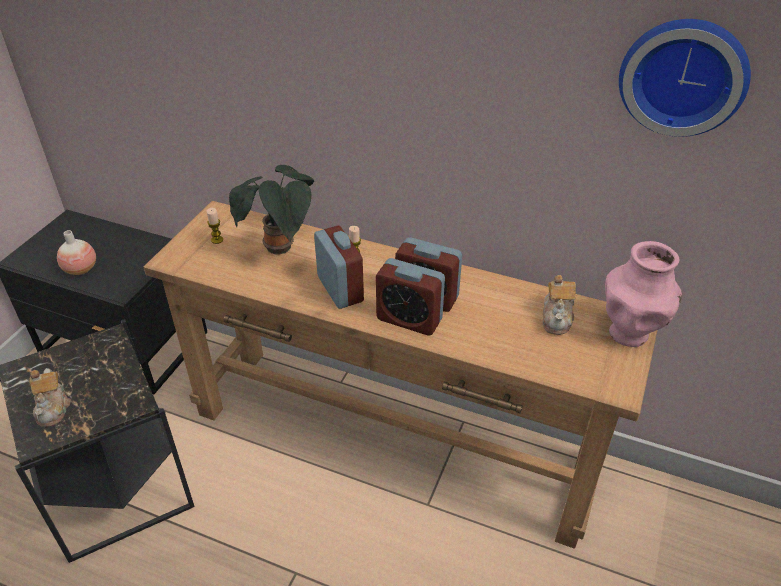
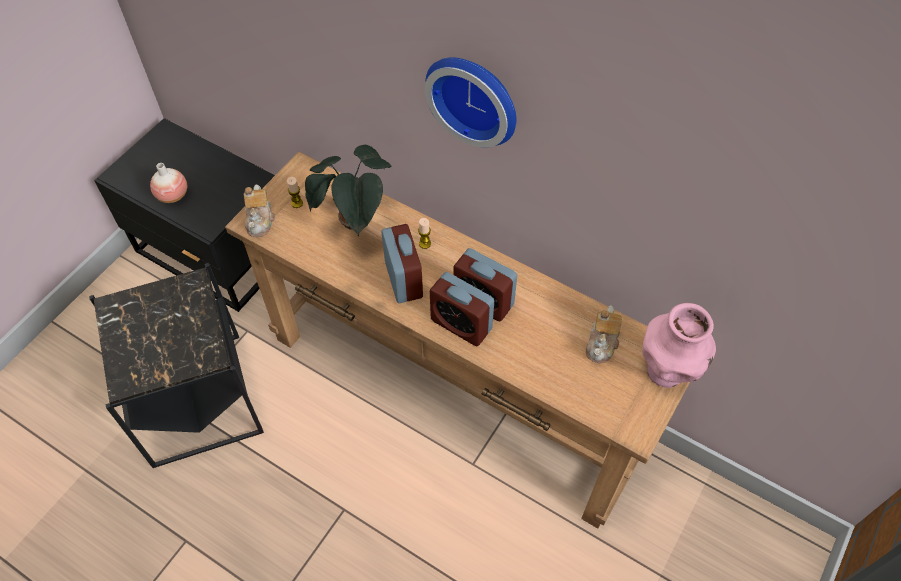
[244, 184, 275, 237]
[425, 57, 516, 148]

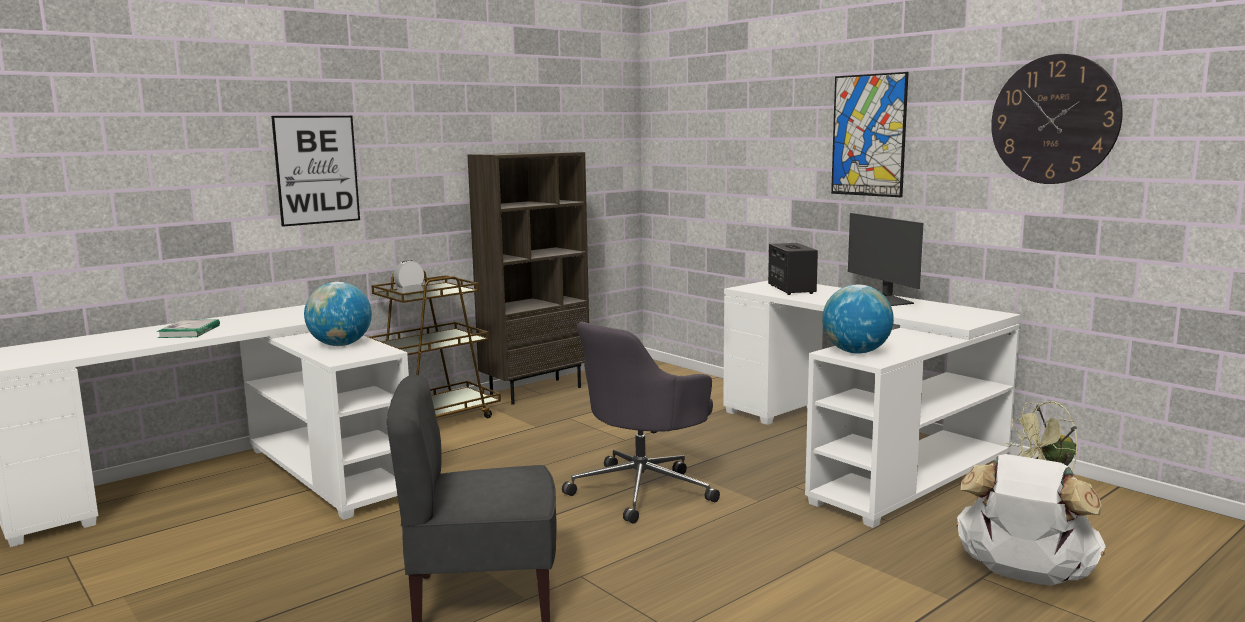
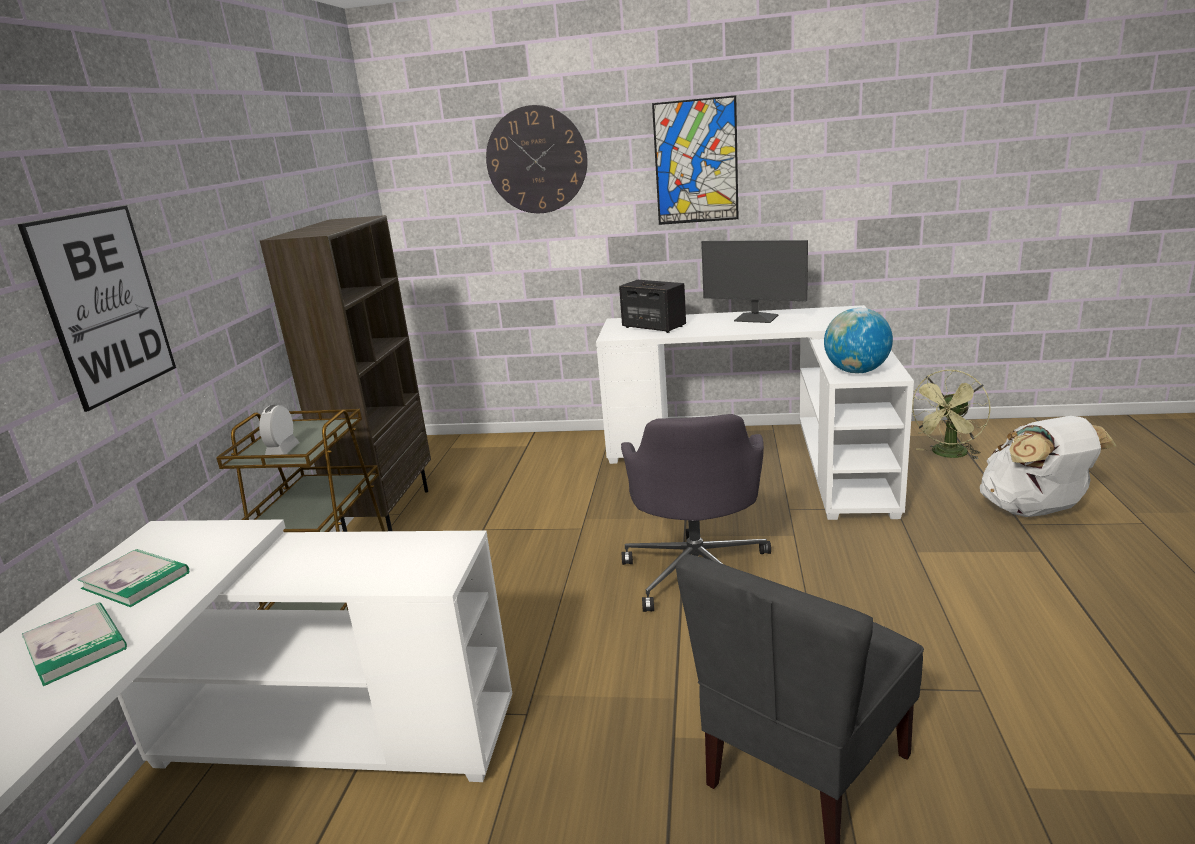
[304, 282, 372, 346] (first image)
[77, 549, 189, 607]
[486, 105, 588, 213]

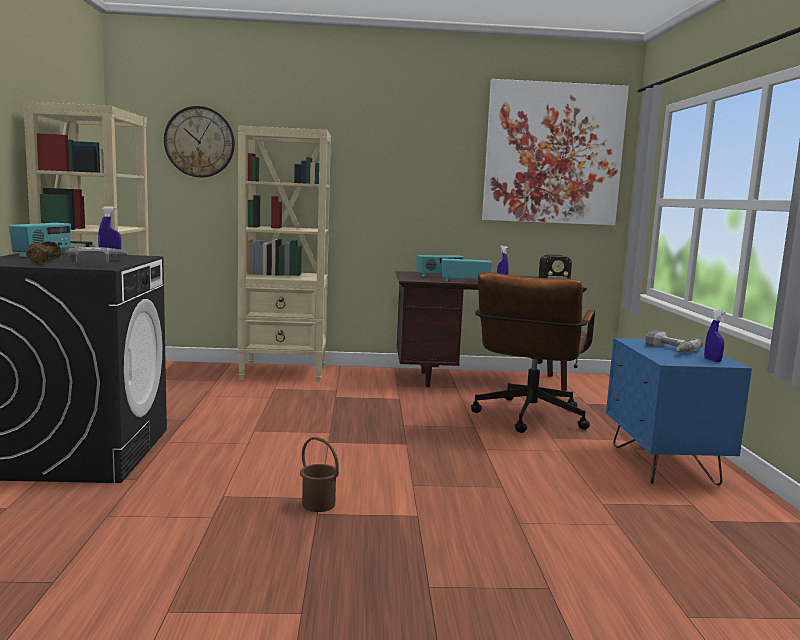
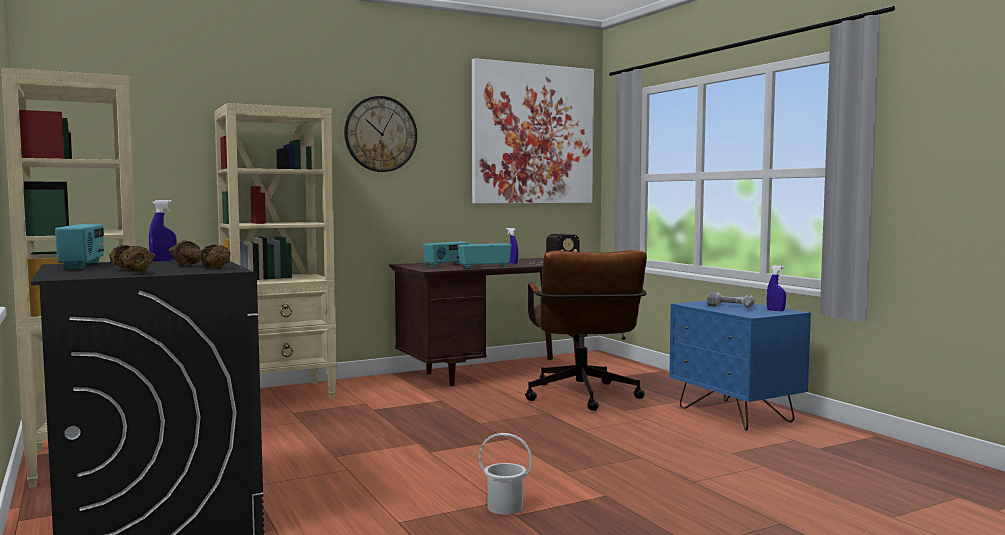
[344, 96, 417, 172]
[169, 240, 231, 268]
[479, 433, 532, 515]

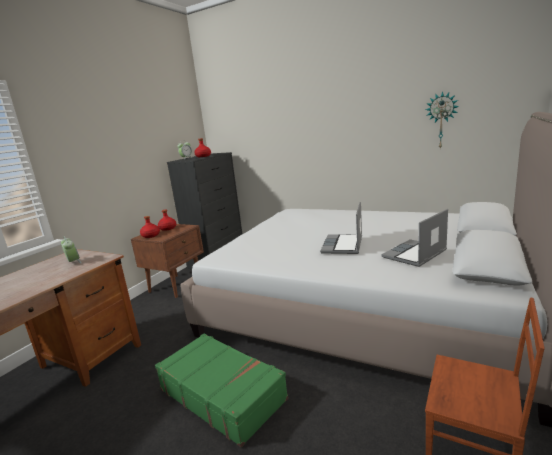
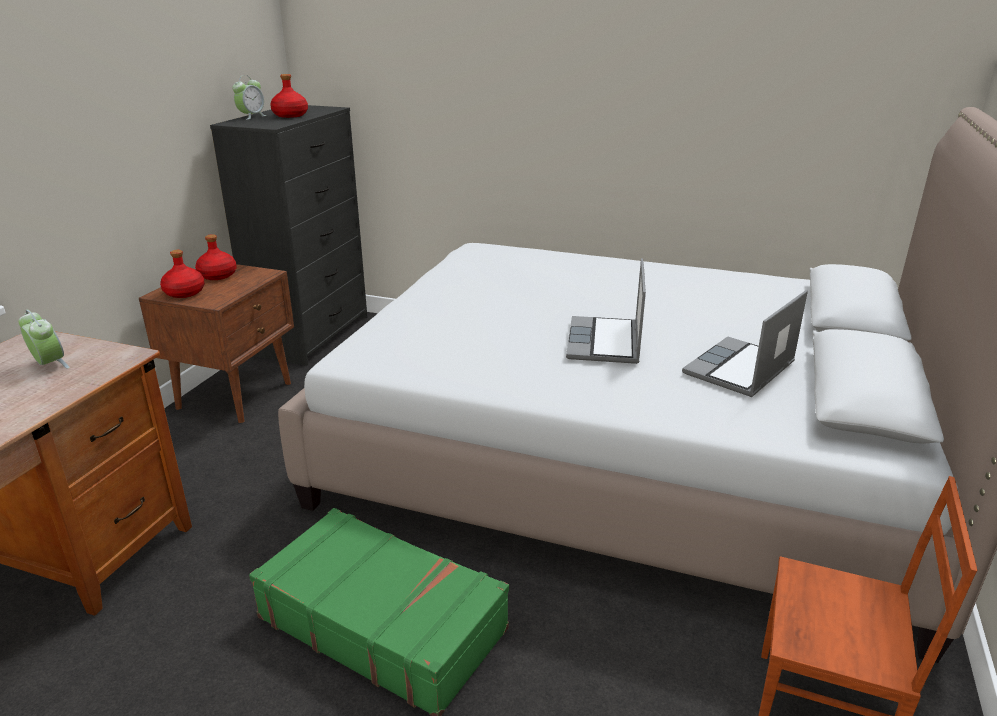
[426, 91, 459, 150] (first image)

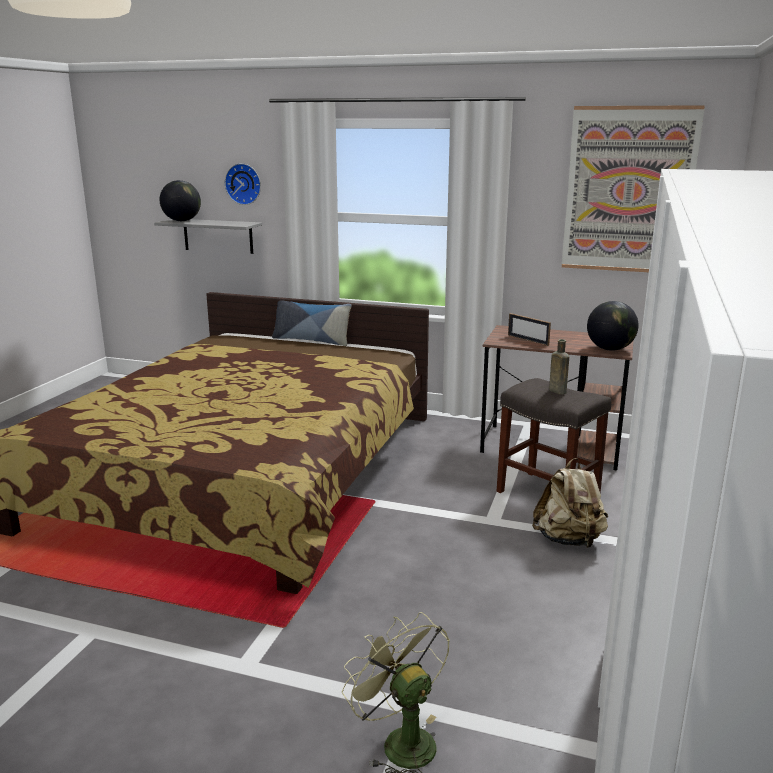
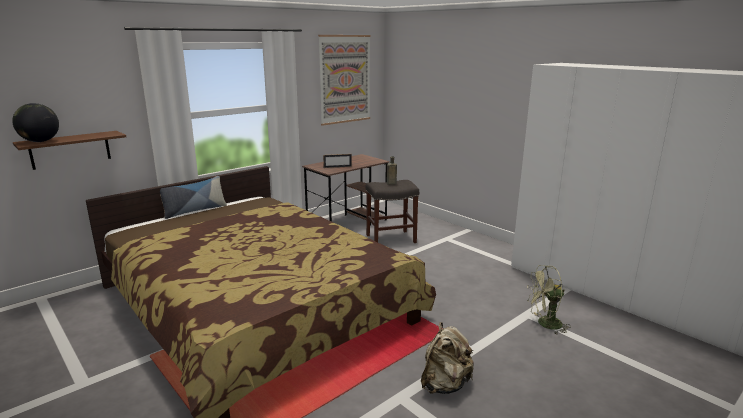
[225, 163, 261, 205] (first image)
[587, 301, 639, 351] (first image)
[421, 322, 474, 394]
[13, 131, 126, 170]

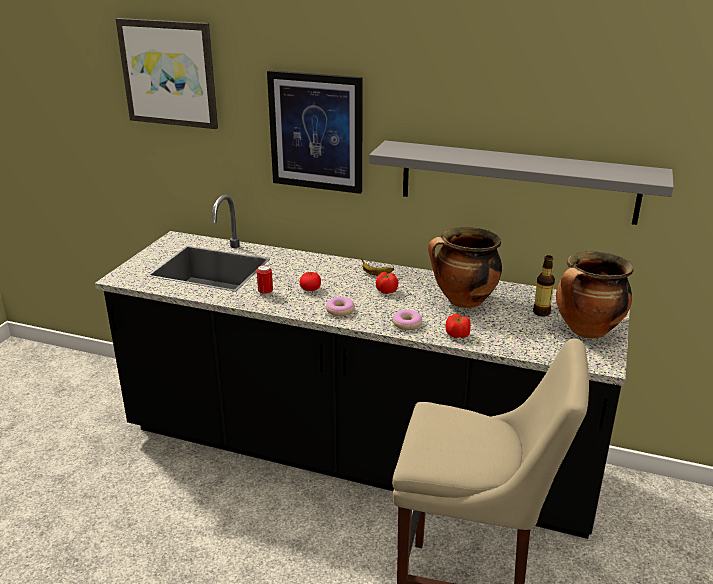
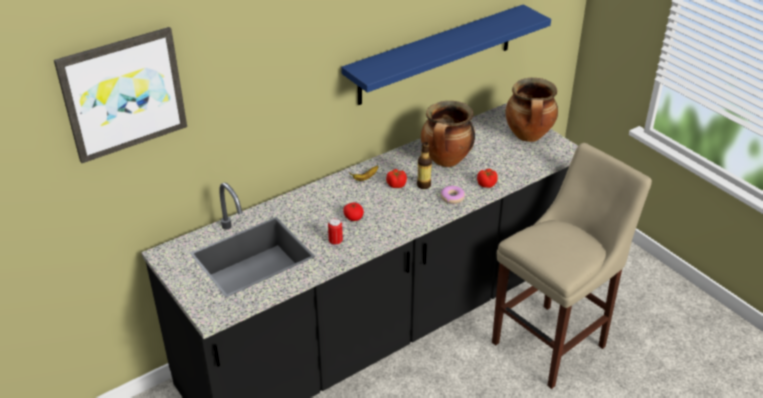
[267, 70, 363, 194] (first image)
[326, 297, 355, 316] (first image)
[417, 142, 432, 189]
[341, 5, 551, 105]

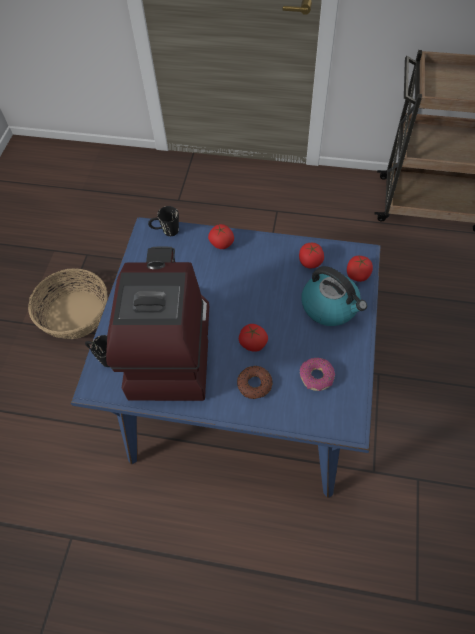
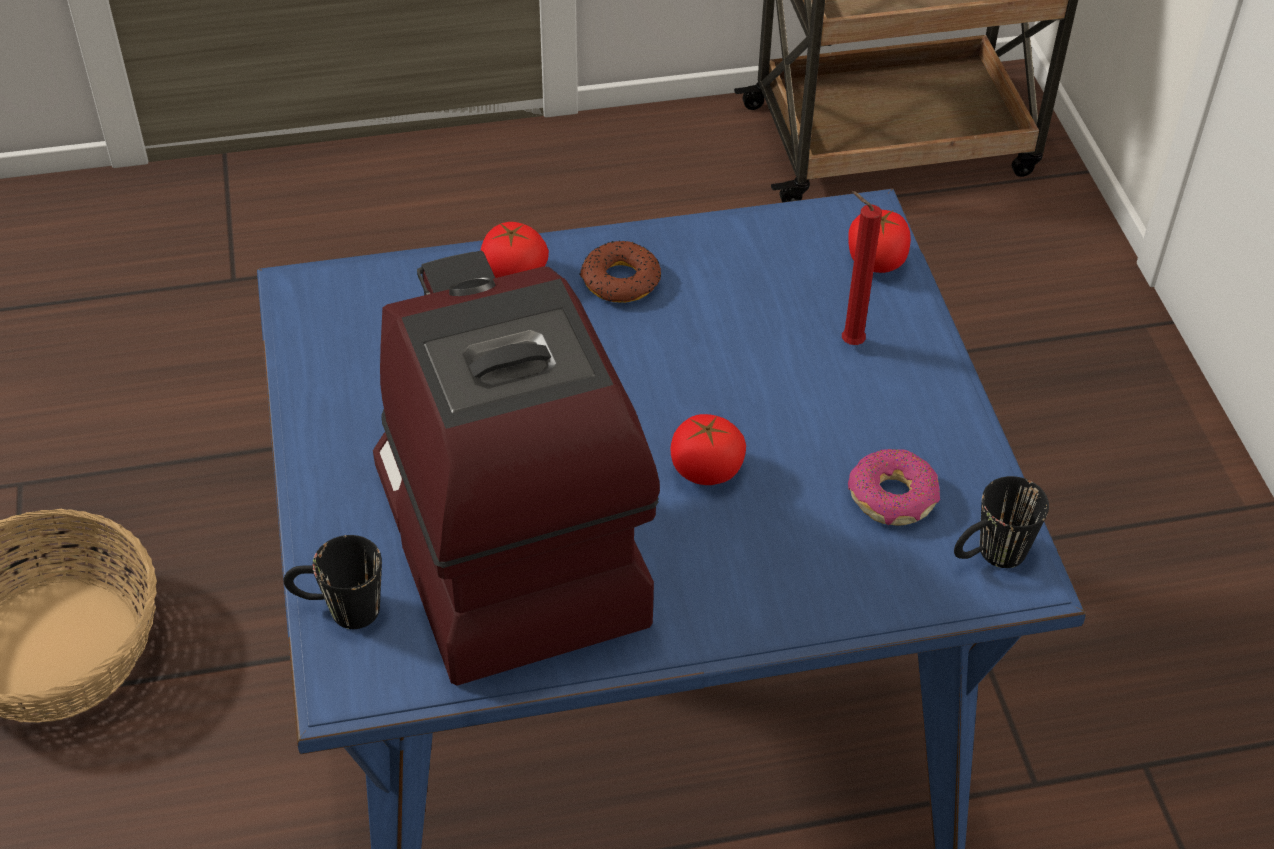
[299, 243, 324, 268] (first image)
[954, 476, 1049, 568]
[579, 241, 661, 303]
[842, 191, 882, 345]

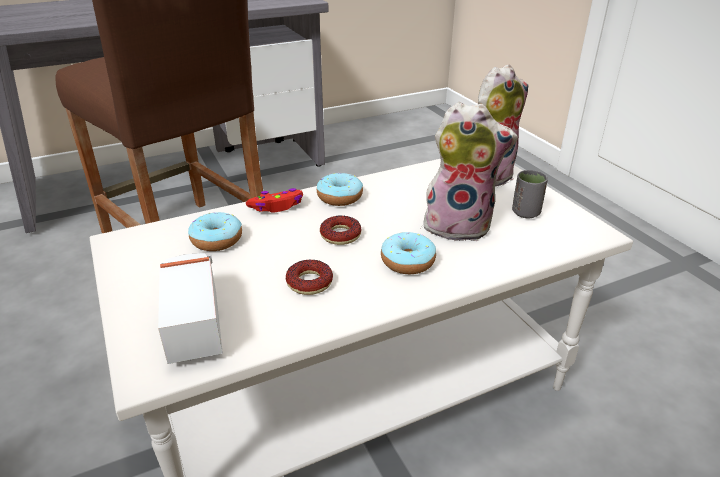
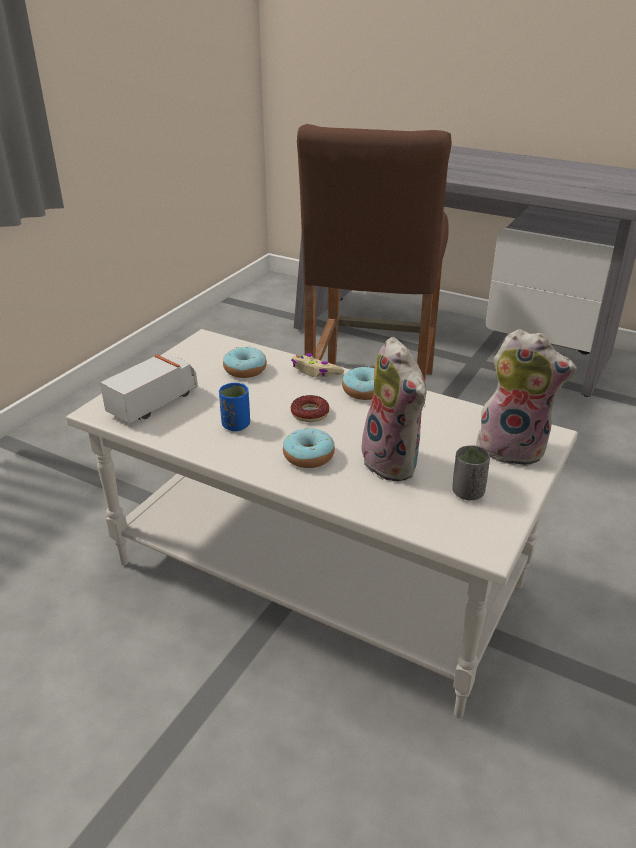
[219, 383, 250, 431]
[291, 353, 344, 377]

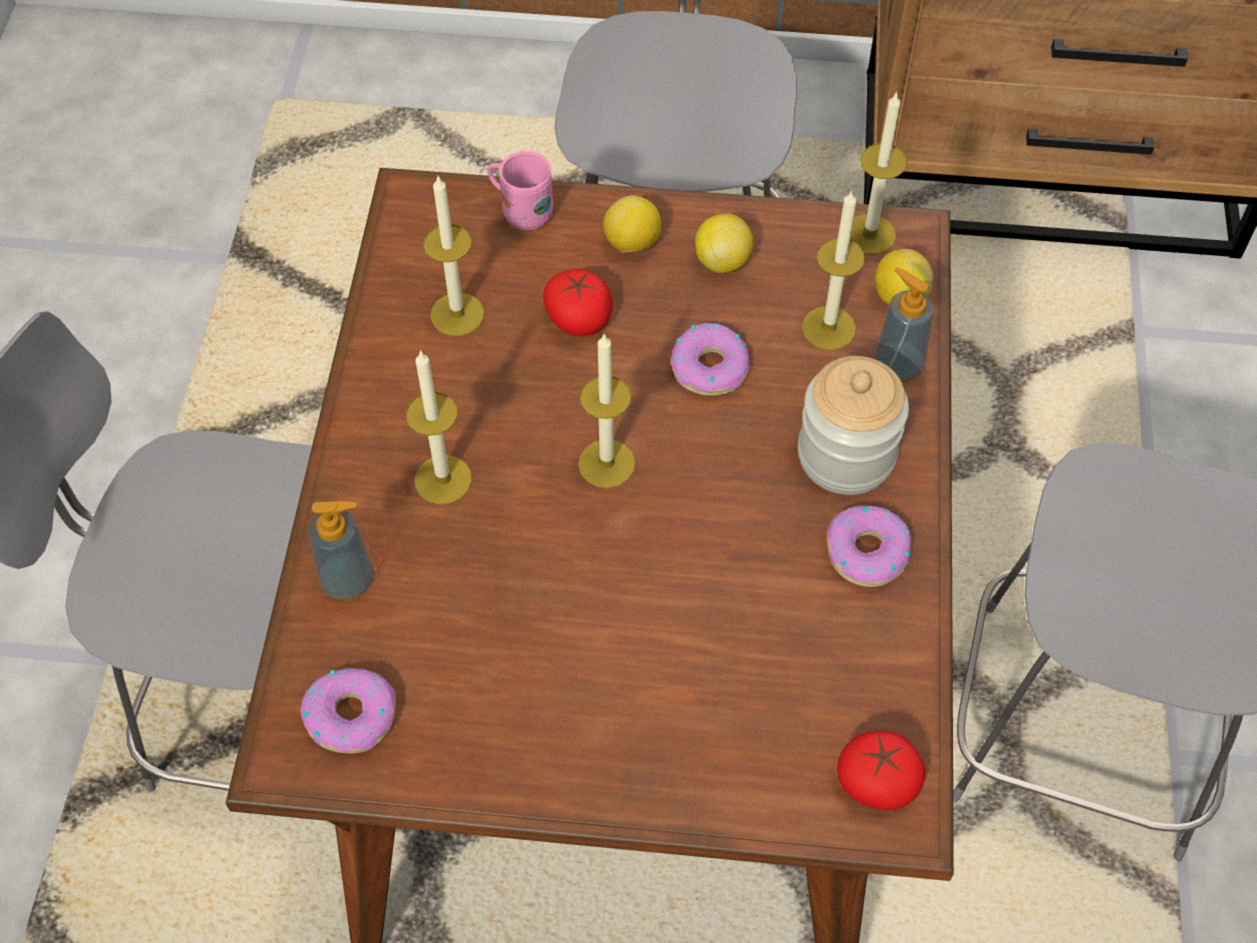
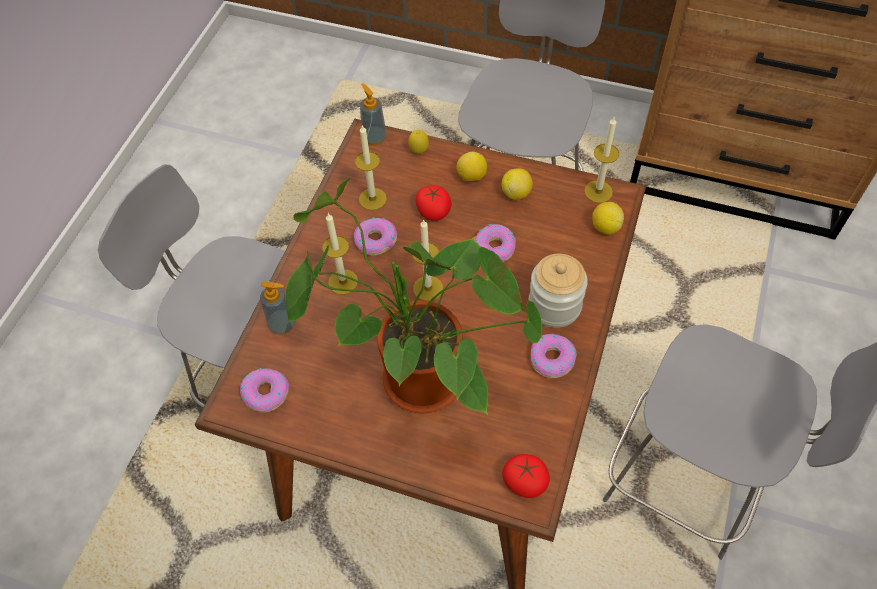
[802, 191, 865, 350] (first image)
[285, 178, 543, 415]
[354, 217, 397, 256]
[360, 83, 387, 146]
[408, 130, 429, 154]

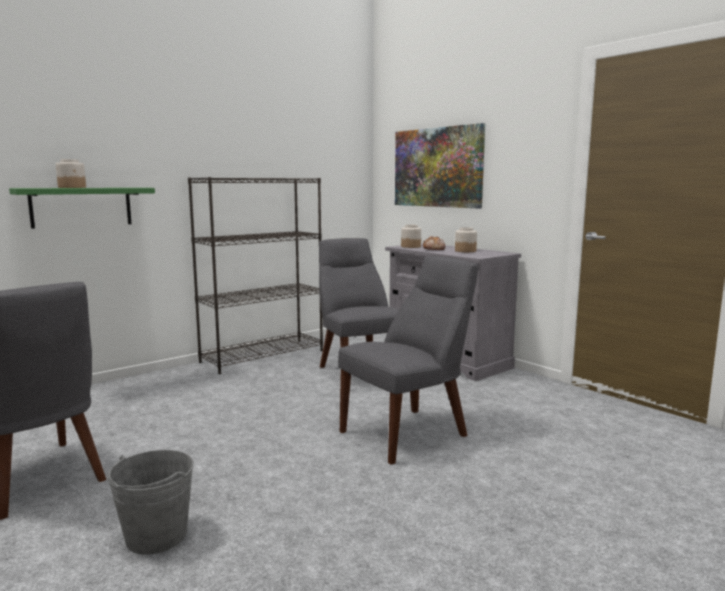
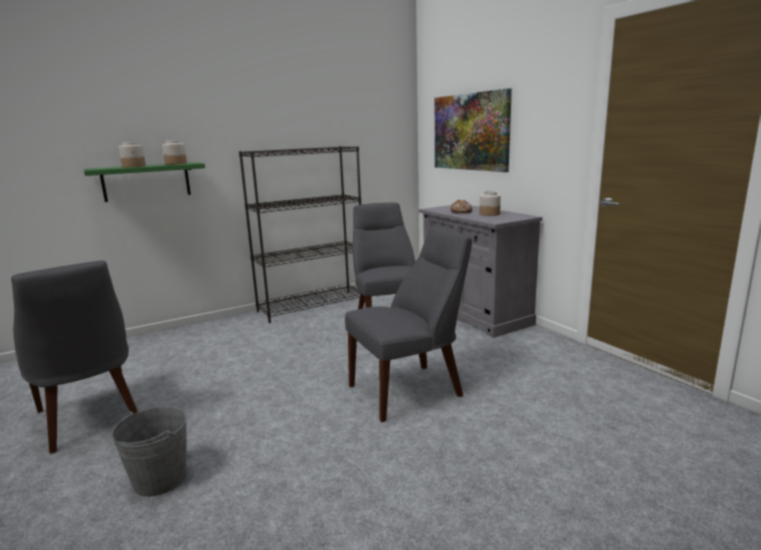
[162, 140, 187, 165]

